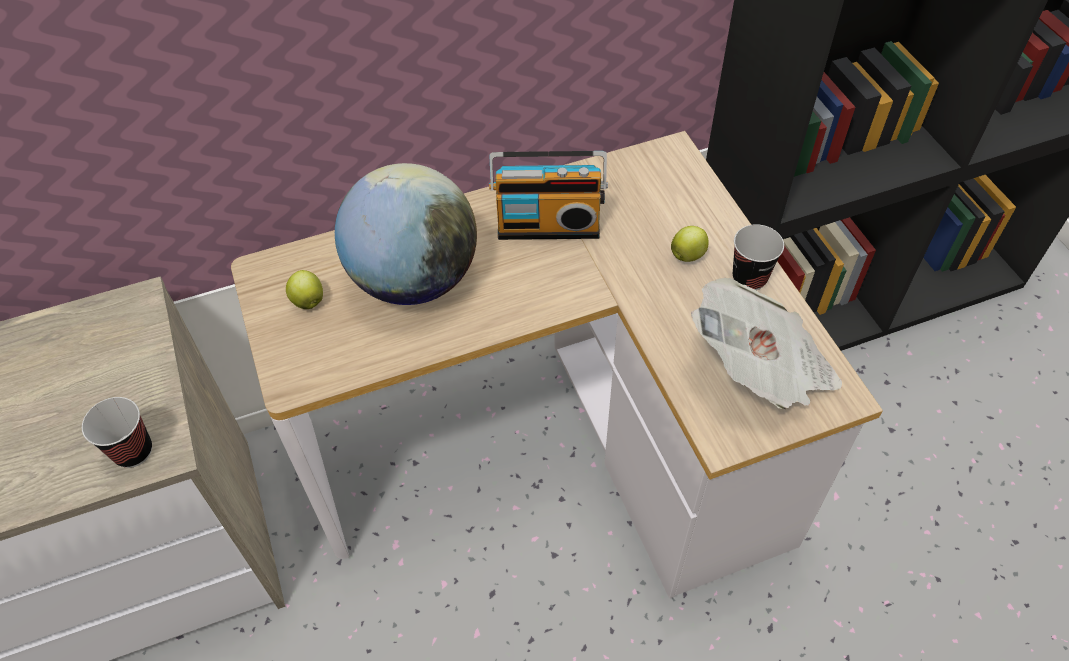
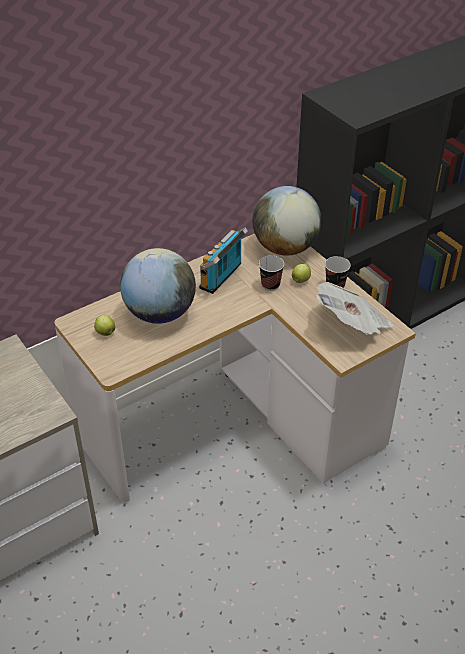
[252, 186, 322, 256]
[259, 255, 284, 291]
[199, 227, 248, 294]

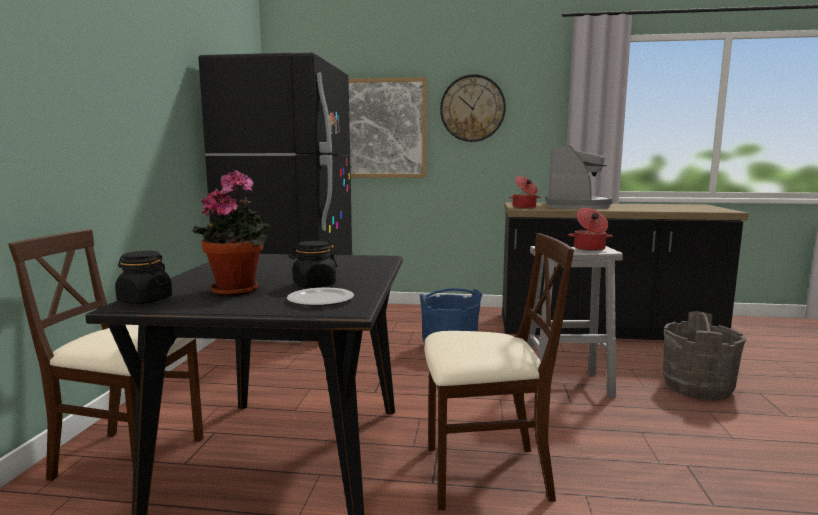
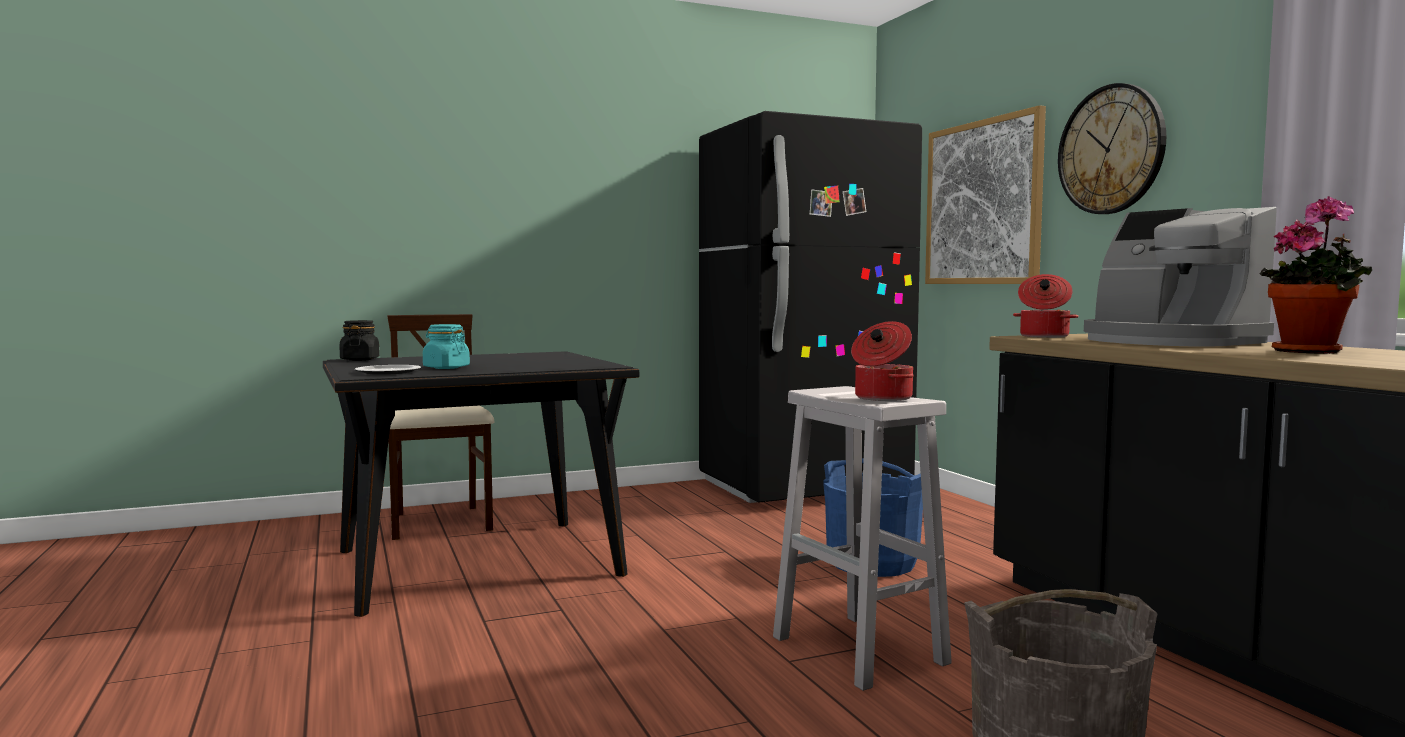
[425, 233, 574, 510] (first image)
[1260, 196, 1373, 354]
[423, 324, 470, 369]
[1084, 207, 1277, 347]

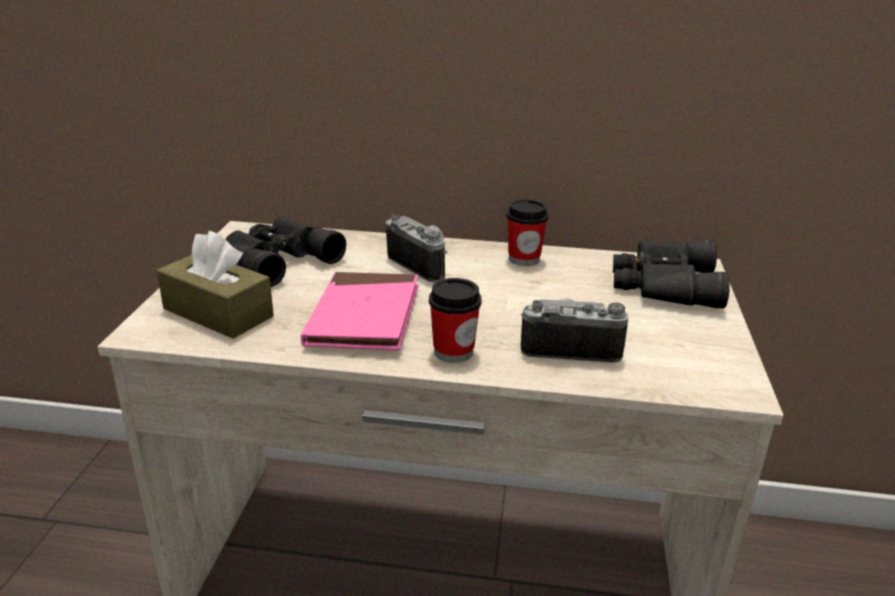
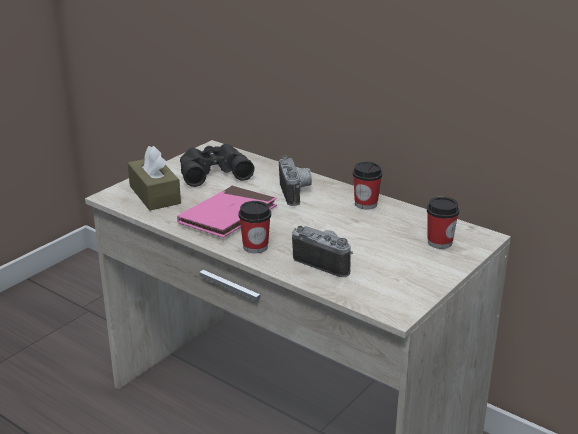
[427, 197, 460, 249]

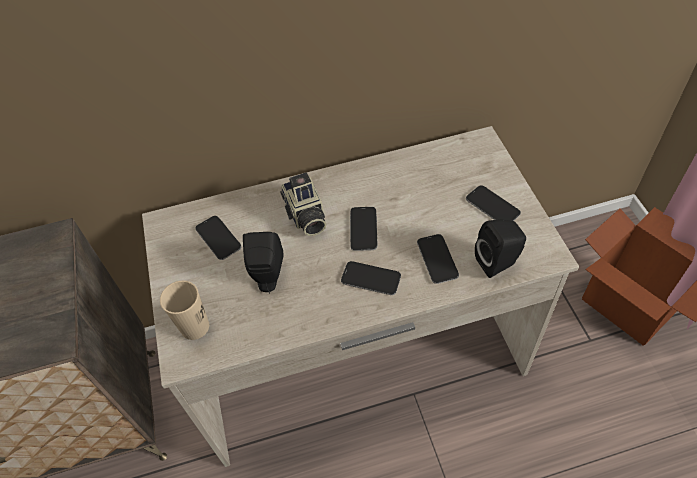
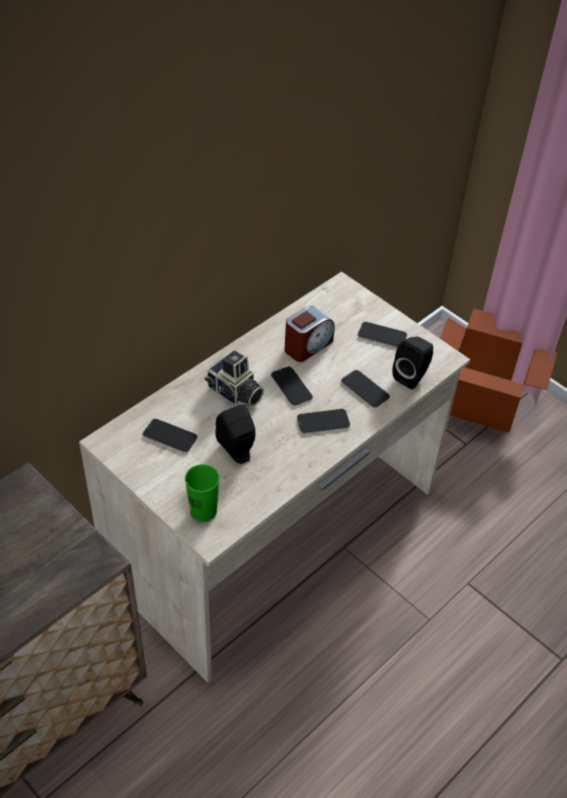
[284, 306, 335, 362]
[185, 464, 220, 522]

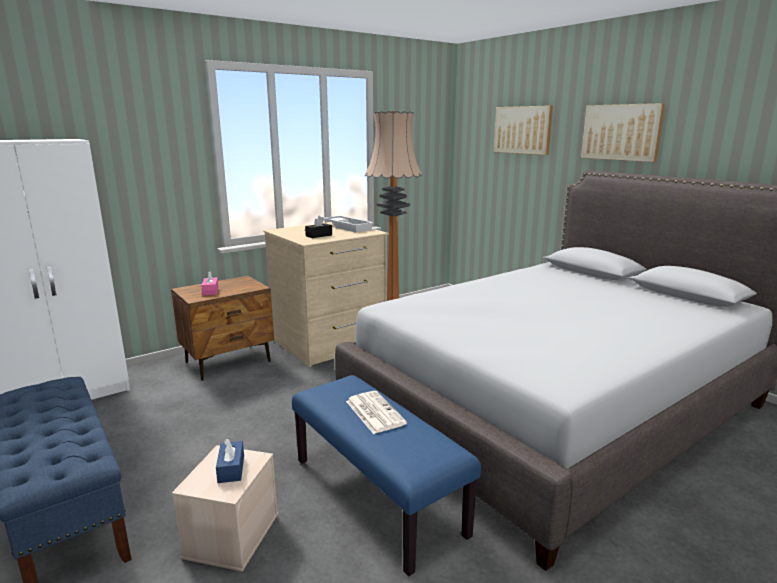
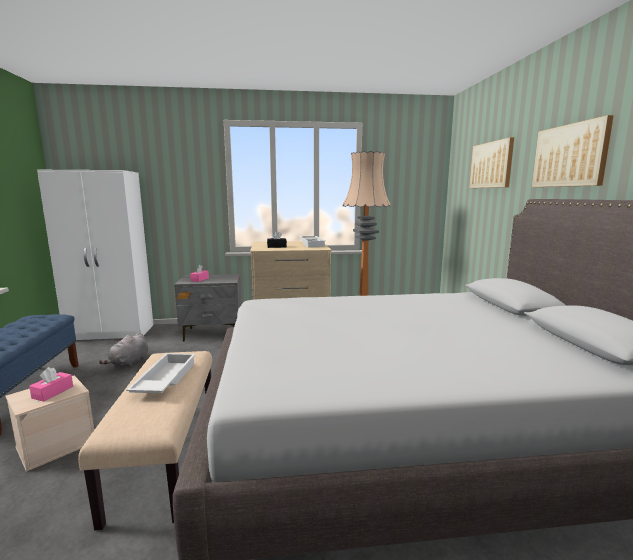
[99, 333, 148, 367]
[126, 353, 196, 393]
[174, 274, 242, 342]
[29, 367, 73, 402]
[78, 351, 213, 531]

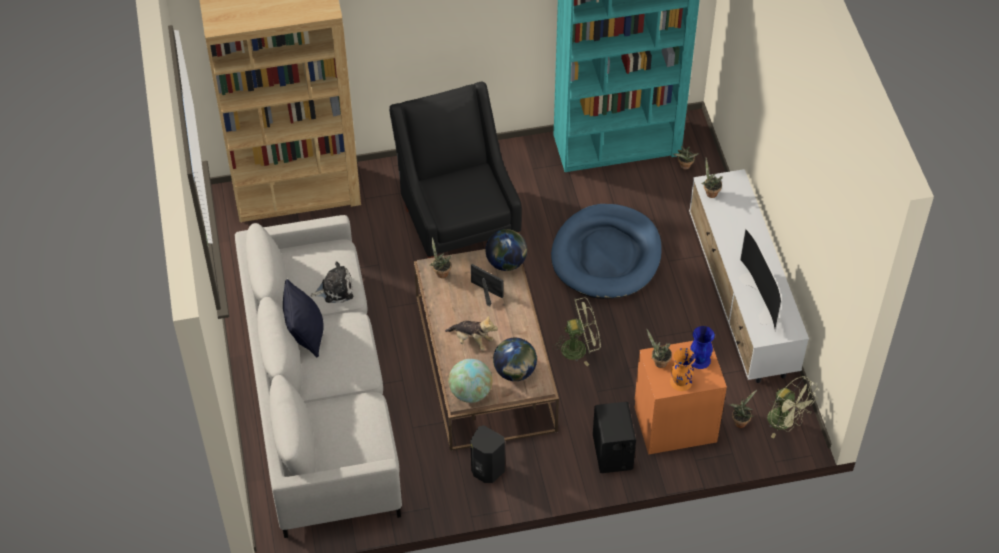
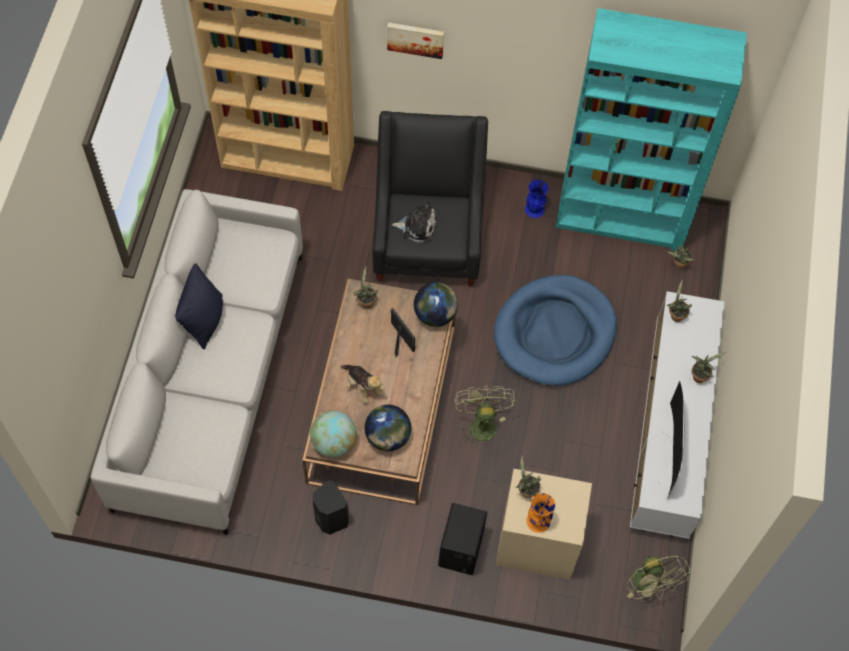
[387, 23, 444, 59]
[392, 201, 437, 242]
[525, 180, 548, 218]
[692, 352, 726, 383]
[496, 469, 592, 580]
[455, 386, 515, 449]

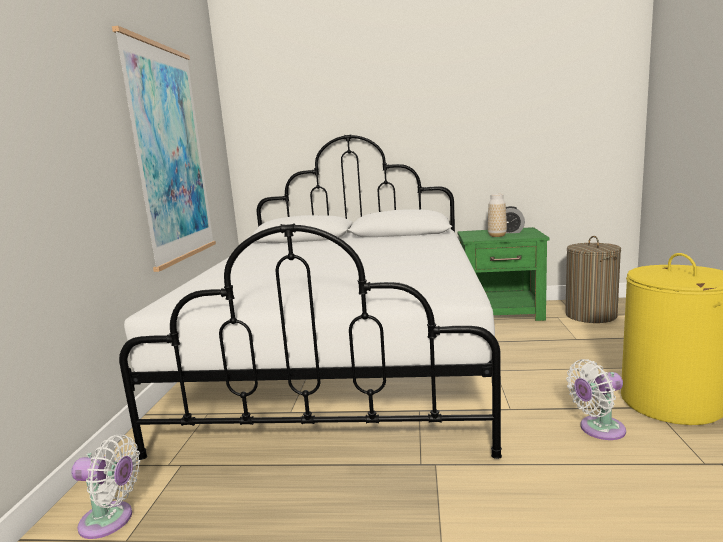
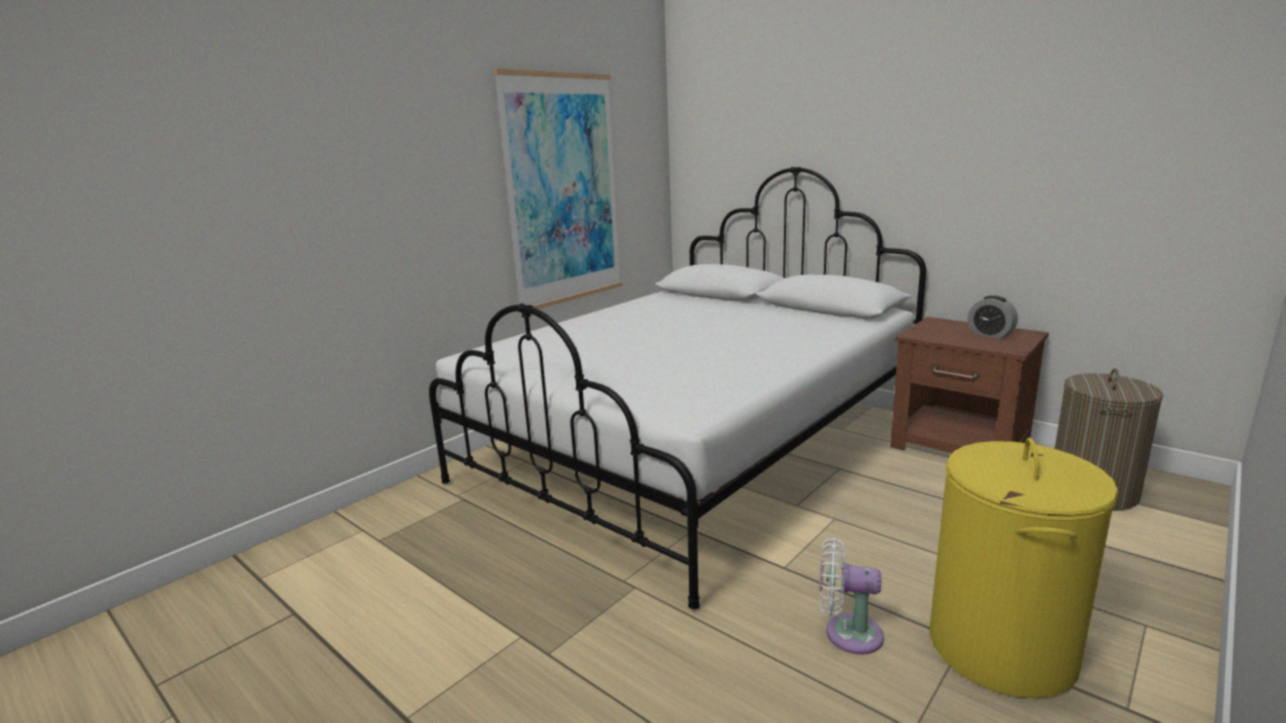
[71, 434, 140, 539] (first image)
[488, 194, 507, 237] (first image)
[890, 317, 1049, 453]

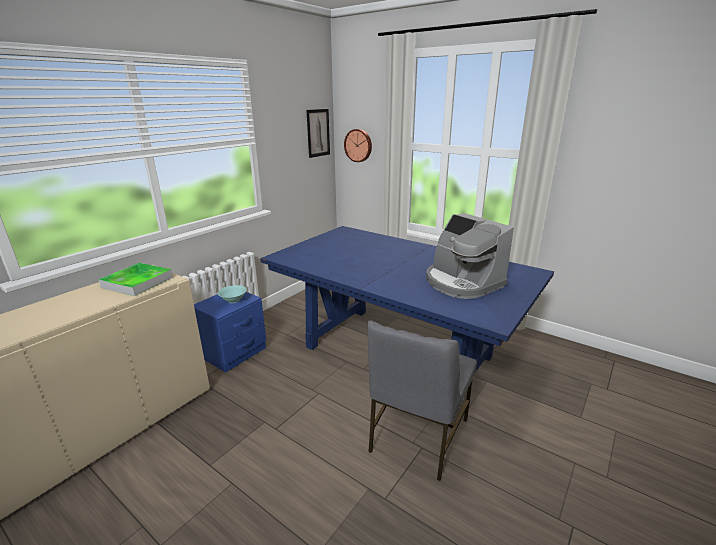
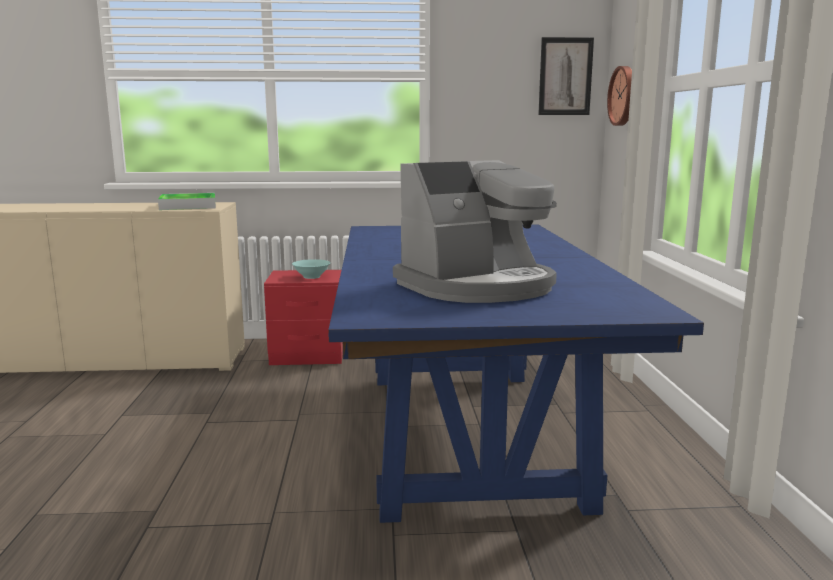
[367, 321, 477, 481] (first image)
[264, 270, 343, 365]
[393, 160, 557, 303]

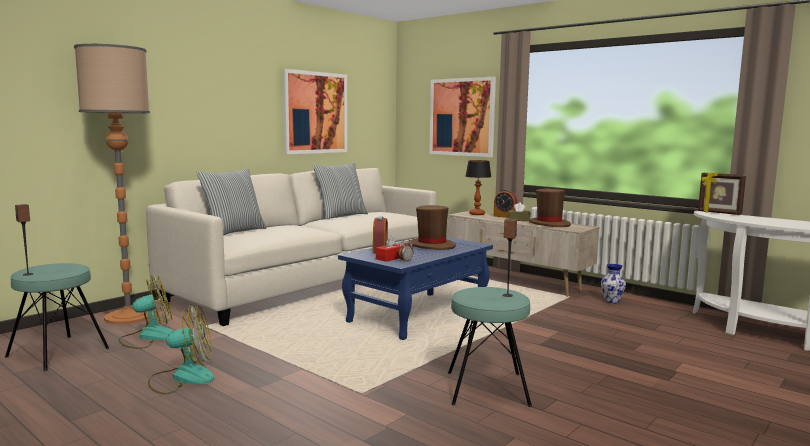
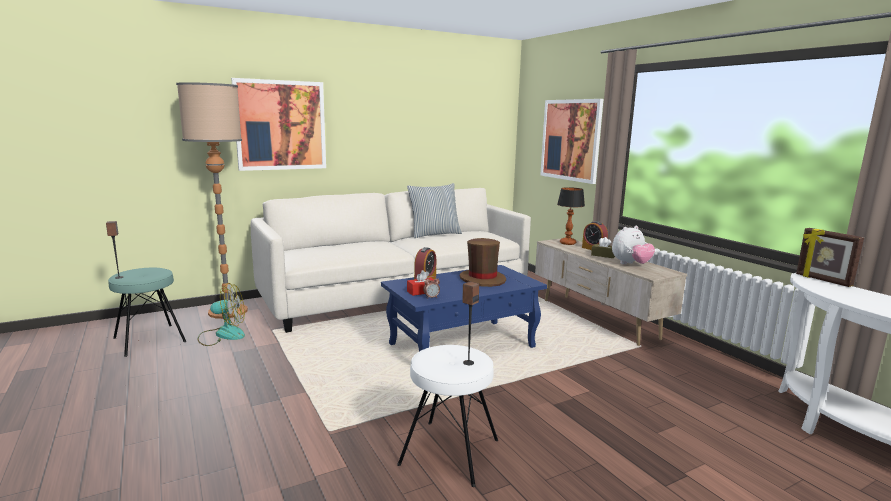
[148, 304, 214, 394] (first image)
[197, 168, 267, 235] (first image)
[601, 264, 626, 303] (first image)
[231, 78, 326, 171]
[612, 226, 655, 264]
[397, 345, 498, 487]

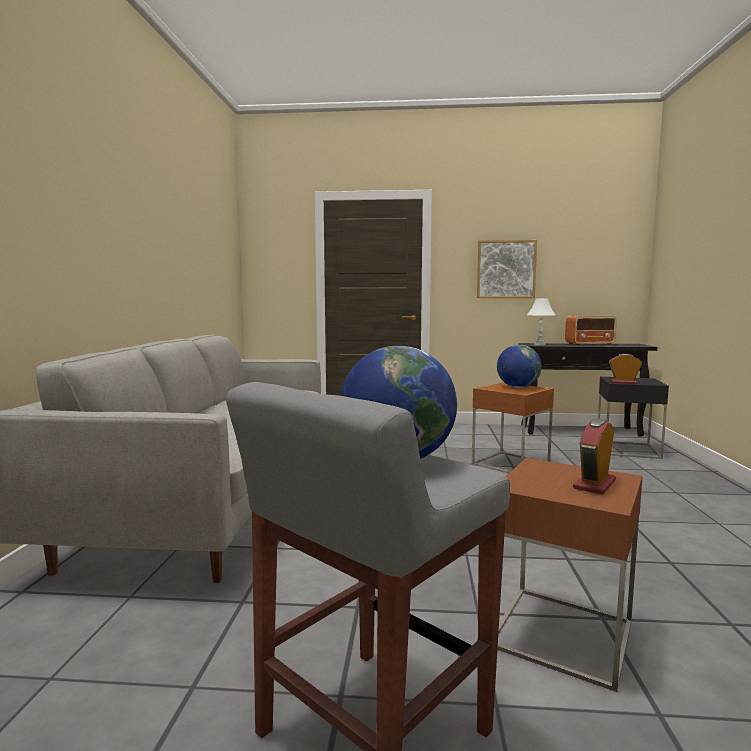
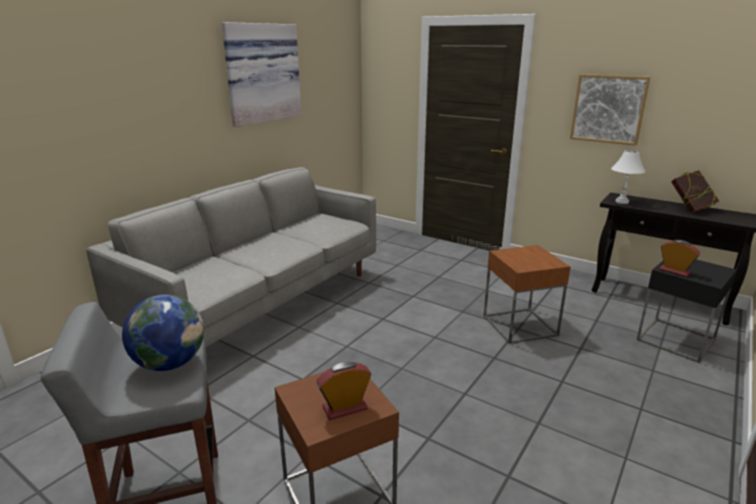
[497, 345, 542, 388] (first image)
[222, 22, 301, 127]
[672, 170, 719, 213]

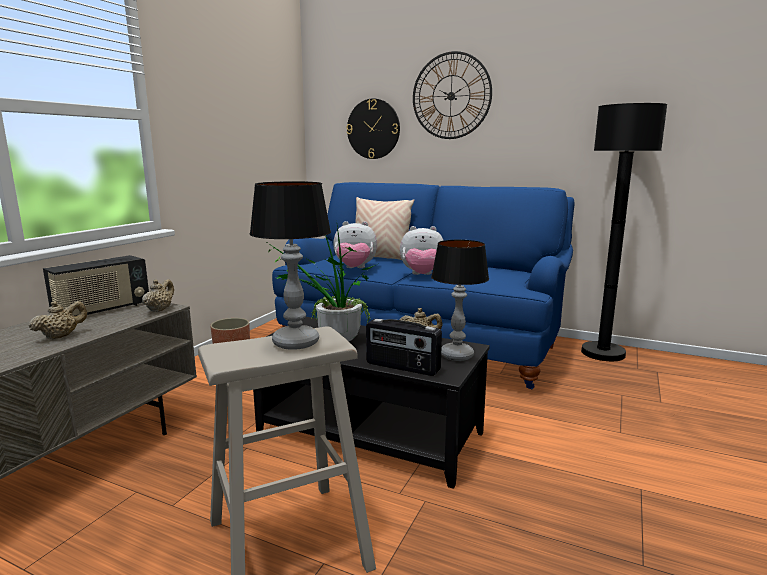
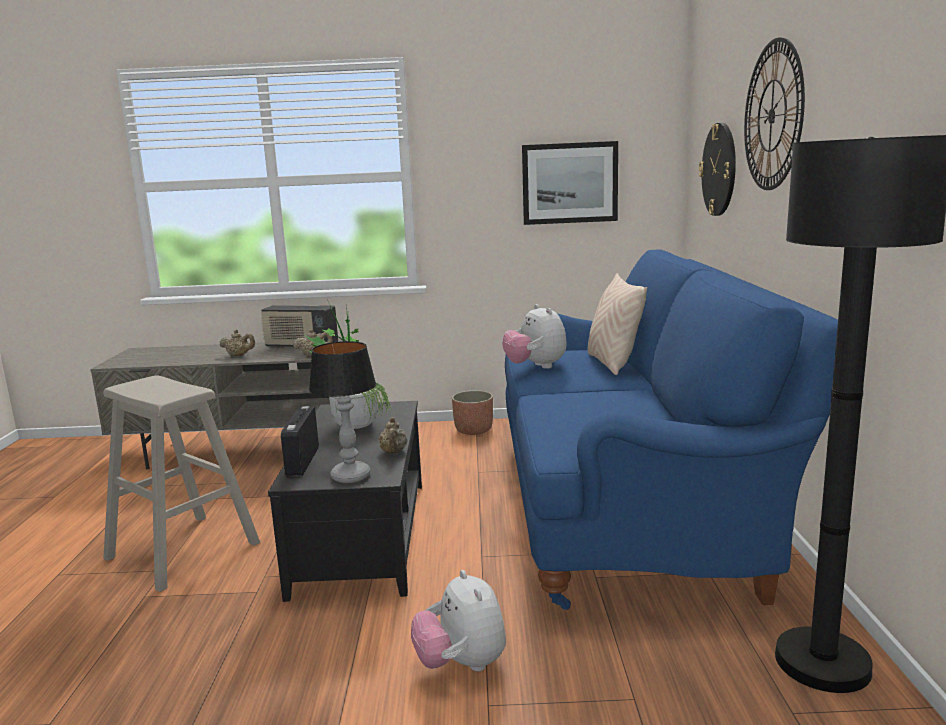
[250, 181, 331, 350] (first image)
[522, 141, 618, 225]
[411, 570, 506, 672]

